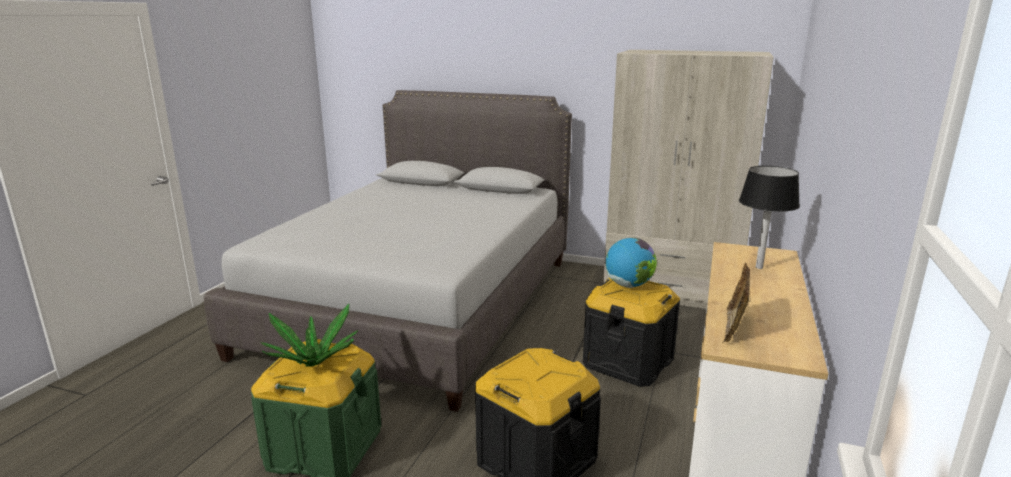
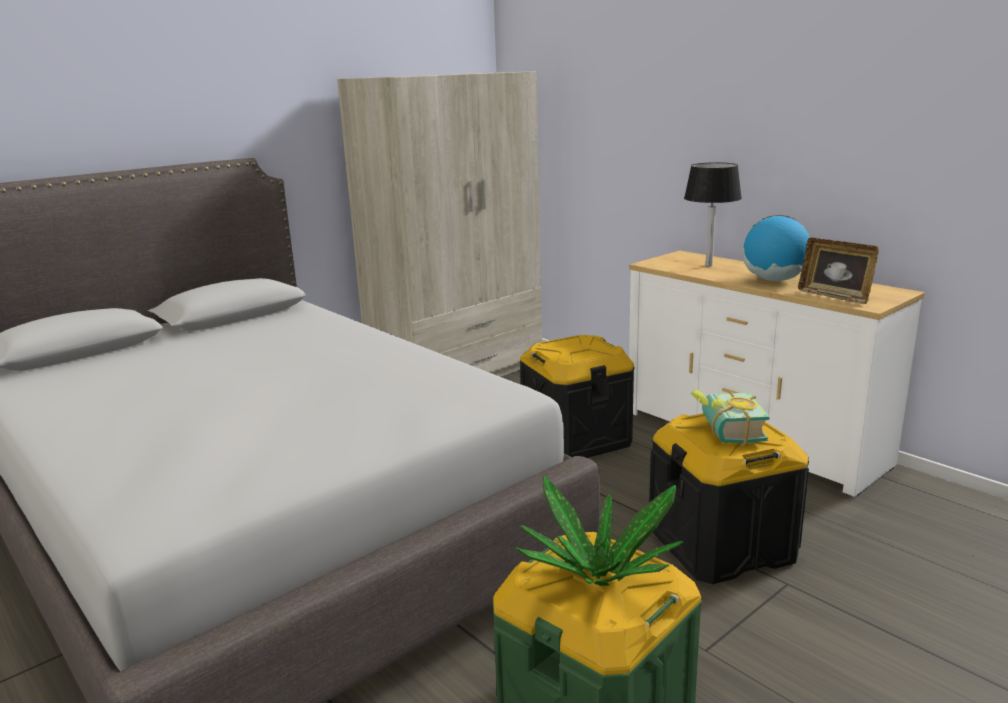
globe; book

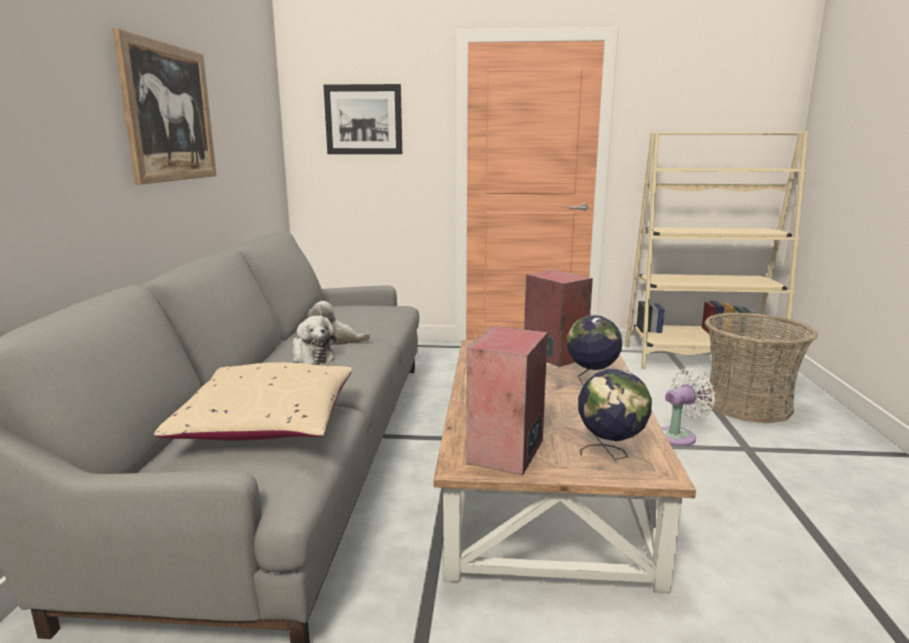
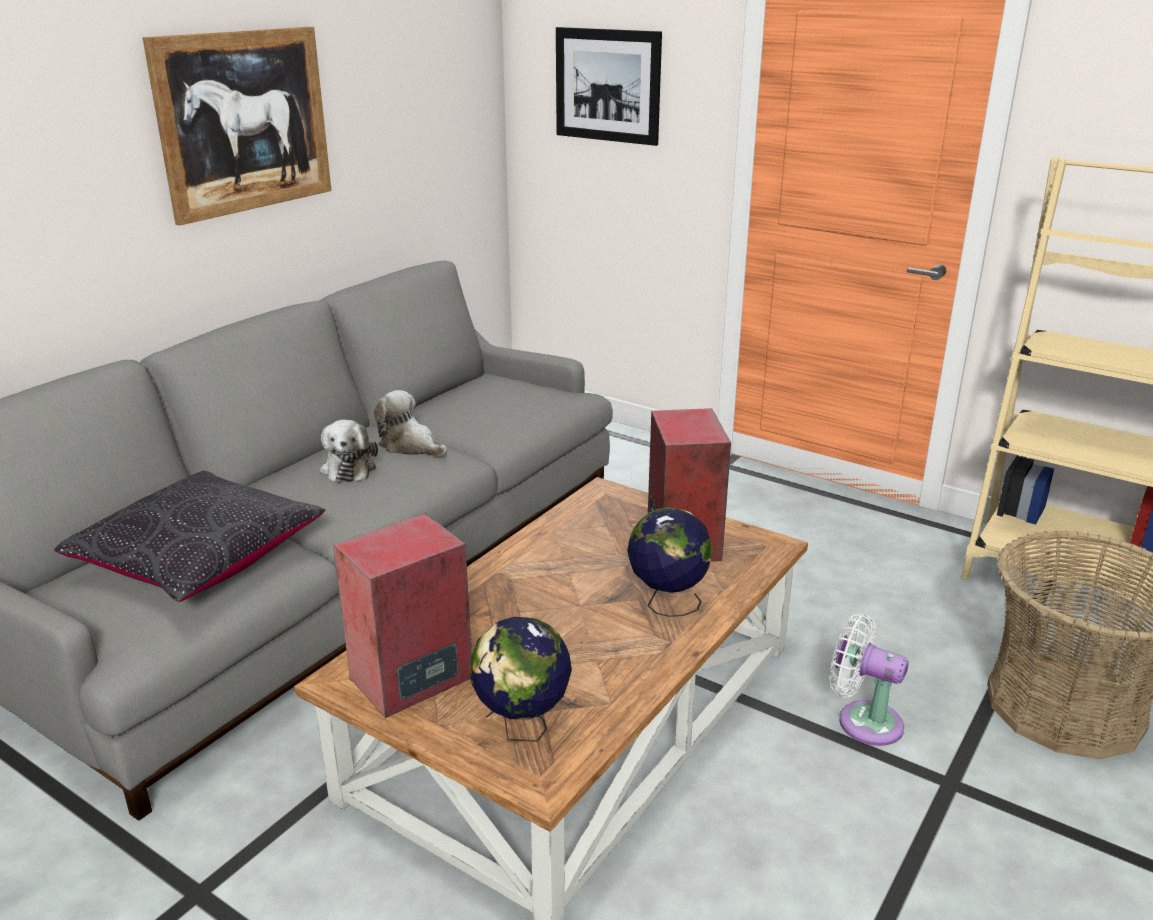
black pillow; white fan

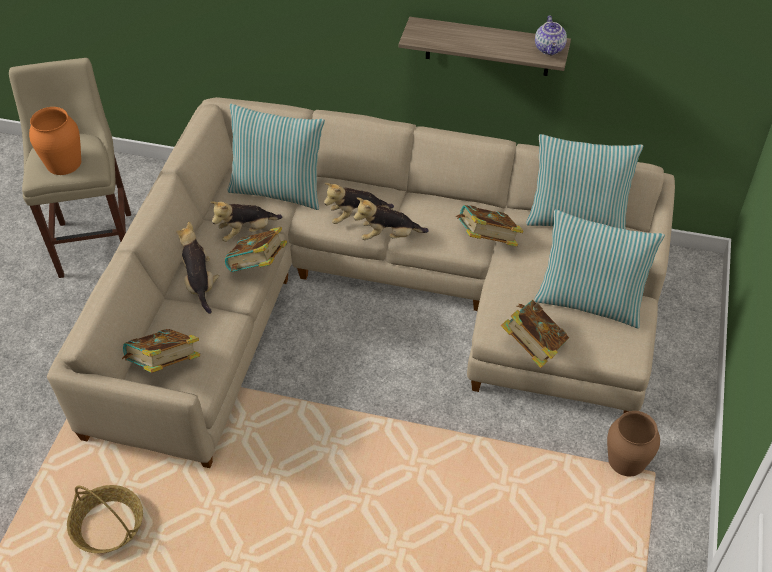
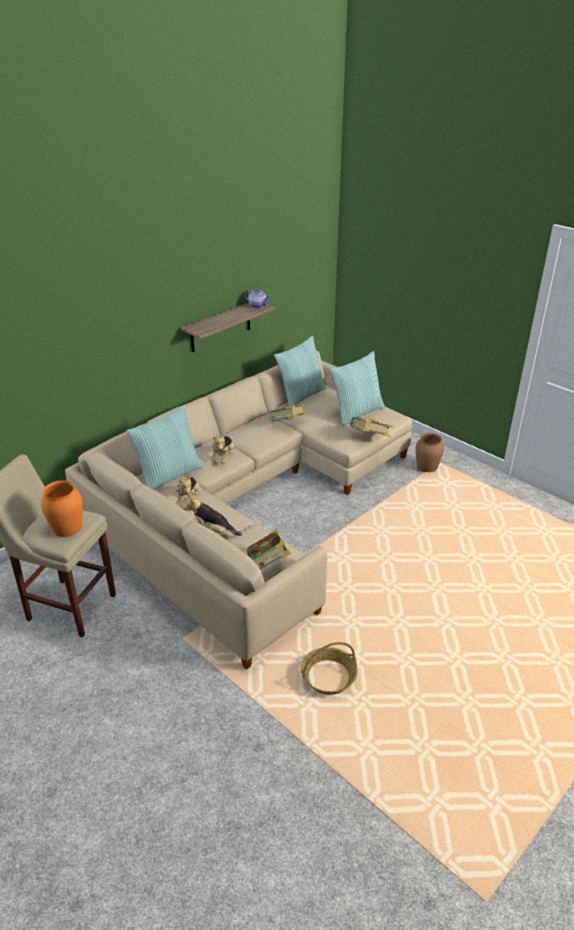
plush toy (no. 4 from left in the first image); book (no. 2 from left in the first image)

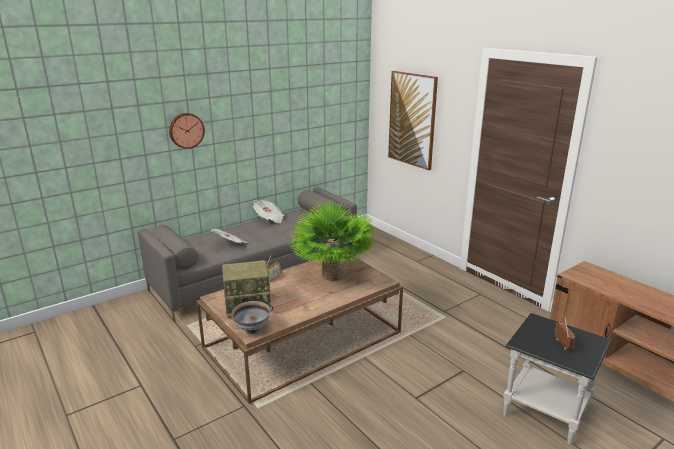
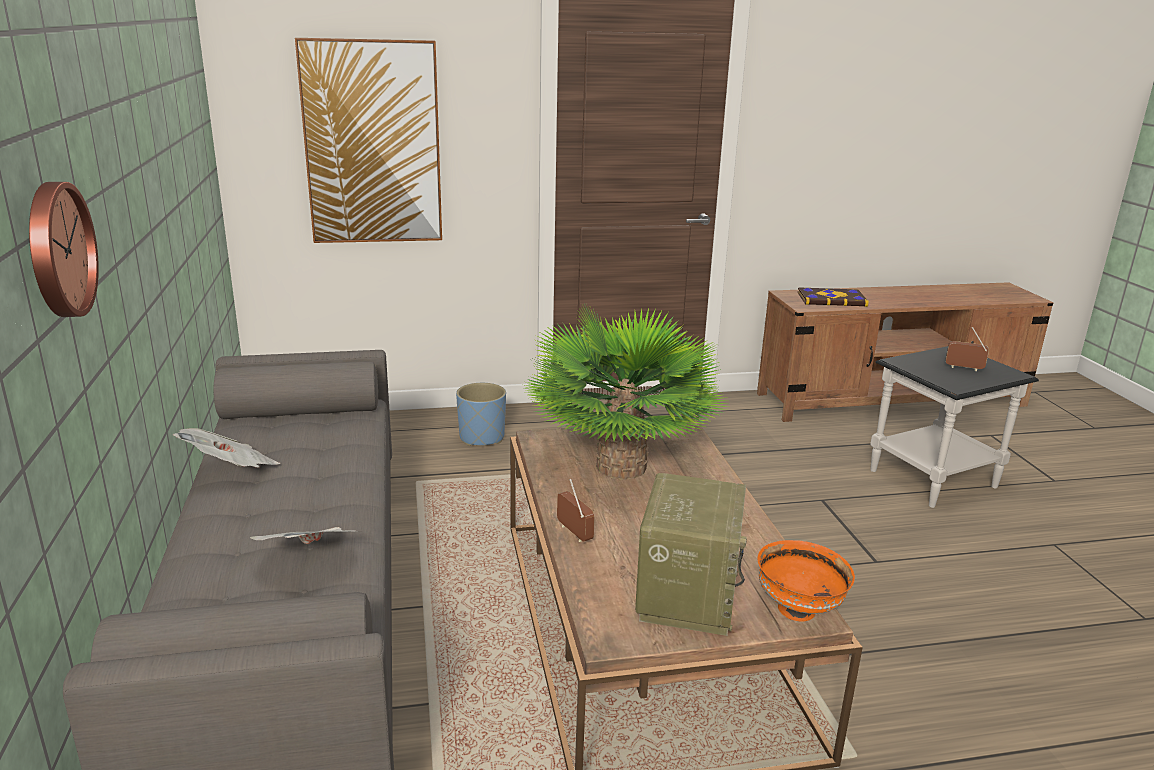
orange bowl; book; blue planter

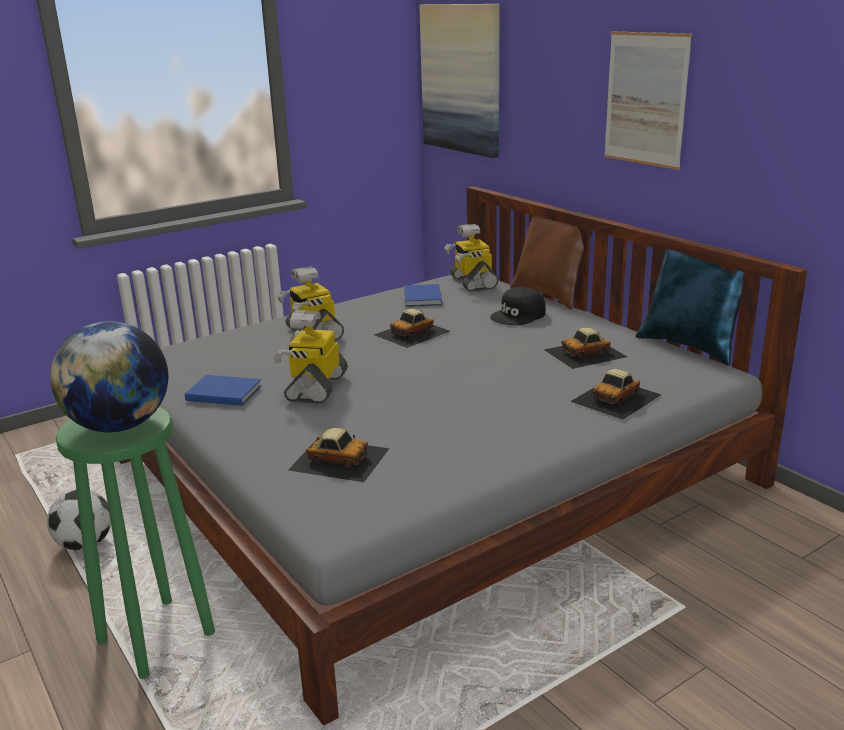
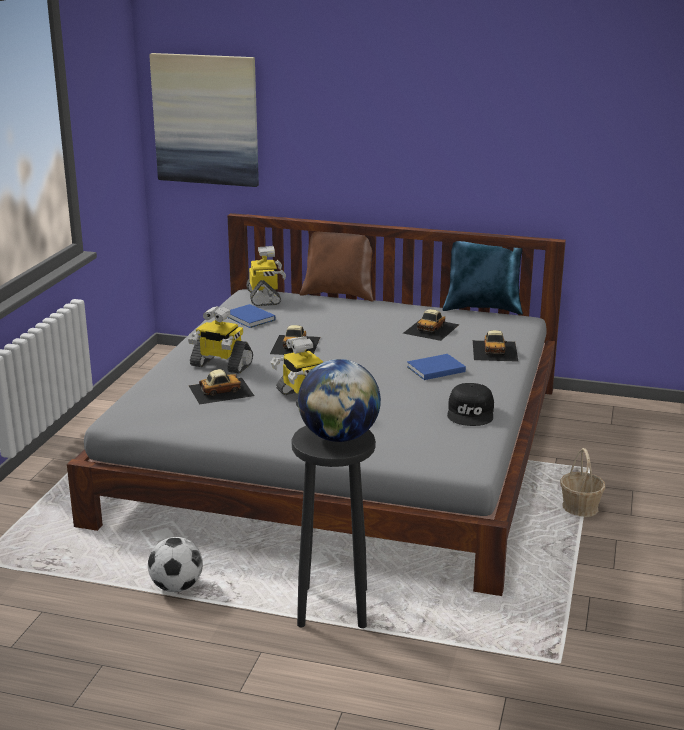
picture (no. 2 from left in the first image); toy robot (no. 2 from left); black cap; blue book (no. 2 from left); black stool; toy car (no. 1 from left); basket

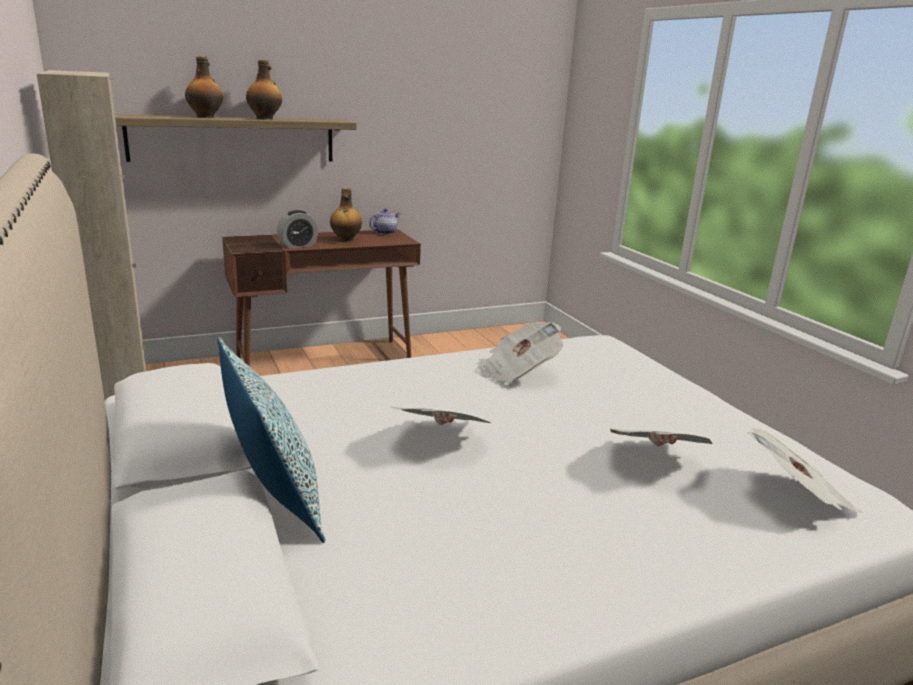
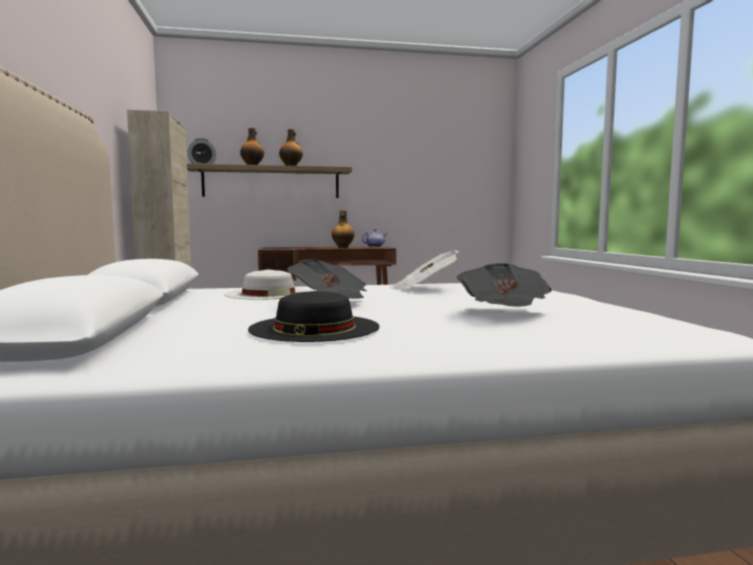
alarm clock; pillow; newspaper (no. 4 from left in the first image); white hat; black hat

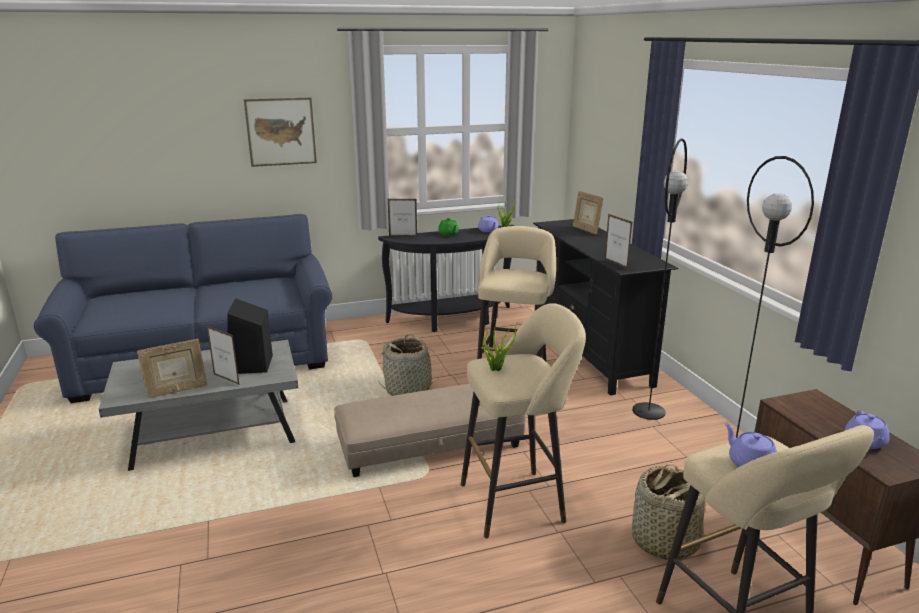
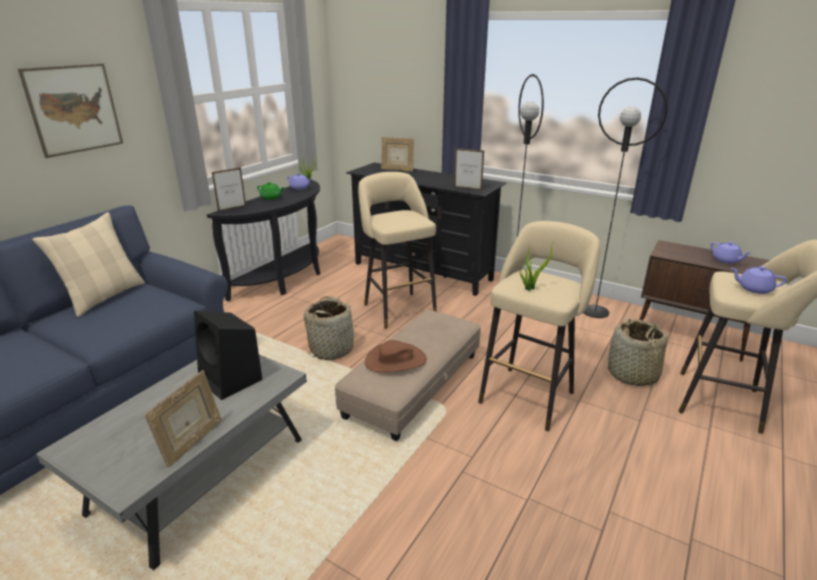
picture frame (no. 2 from left in the first image); beige pillow; brown hat

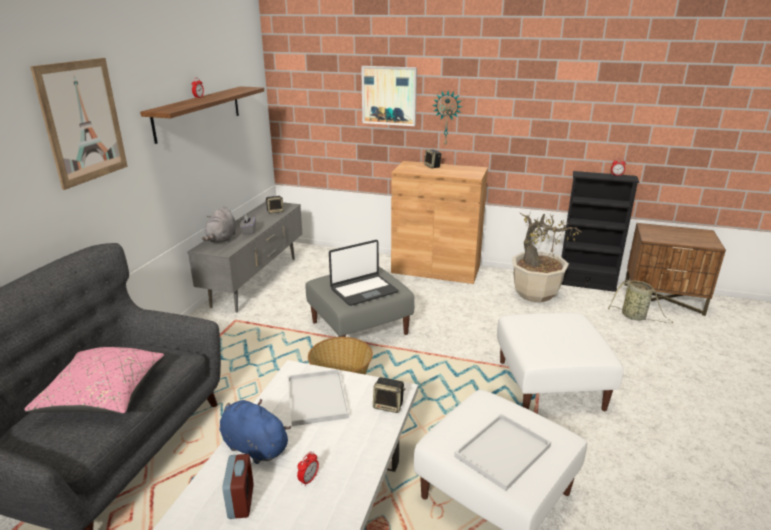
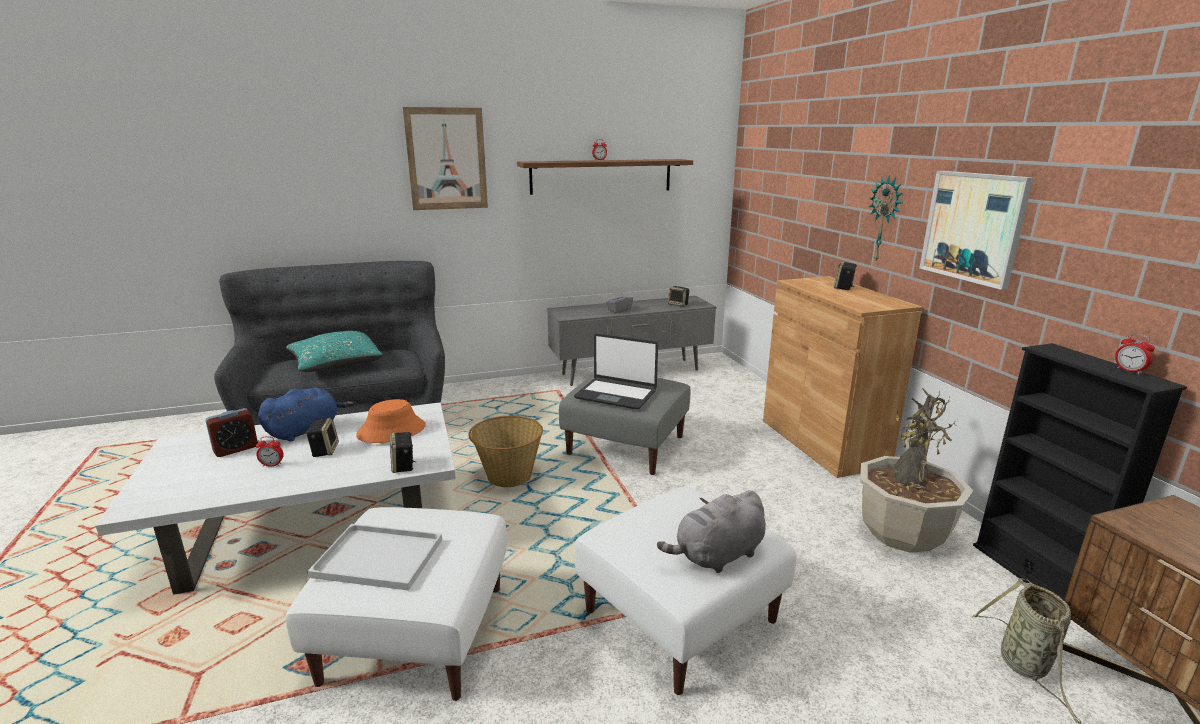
picture (no. 2 from left); grey plush toy; turquoise pillow; orange hat; blue plush toy; speaker (no. 1 from left)

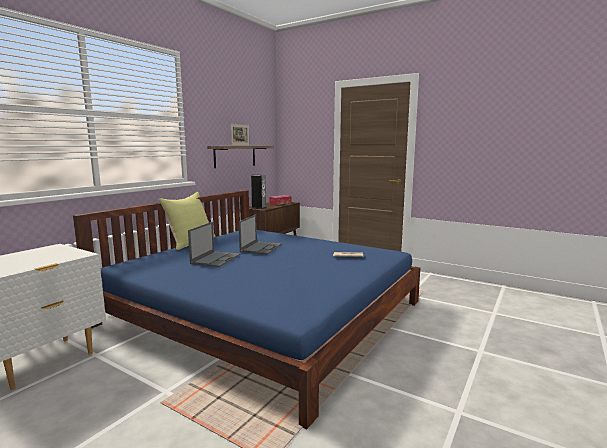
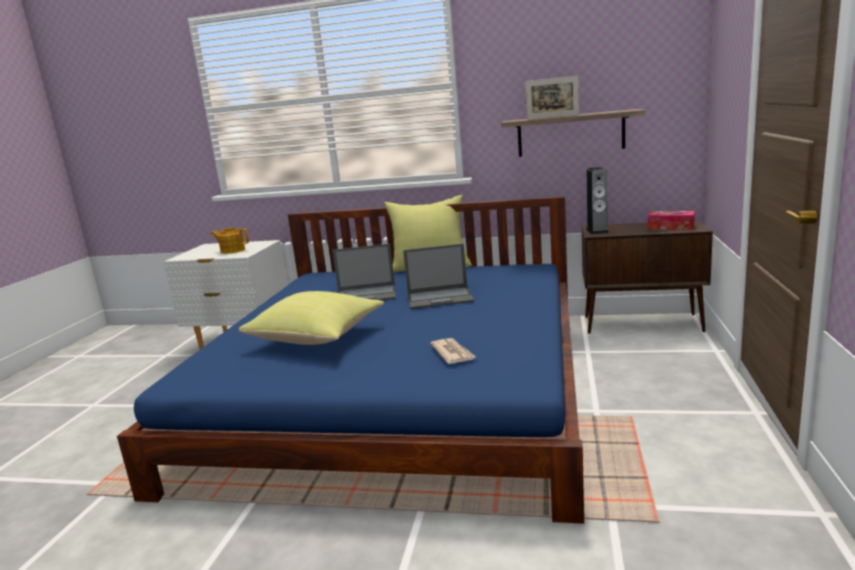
teapot; yellow pillow (no. 1 from left)

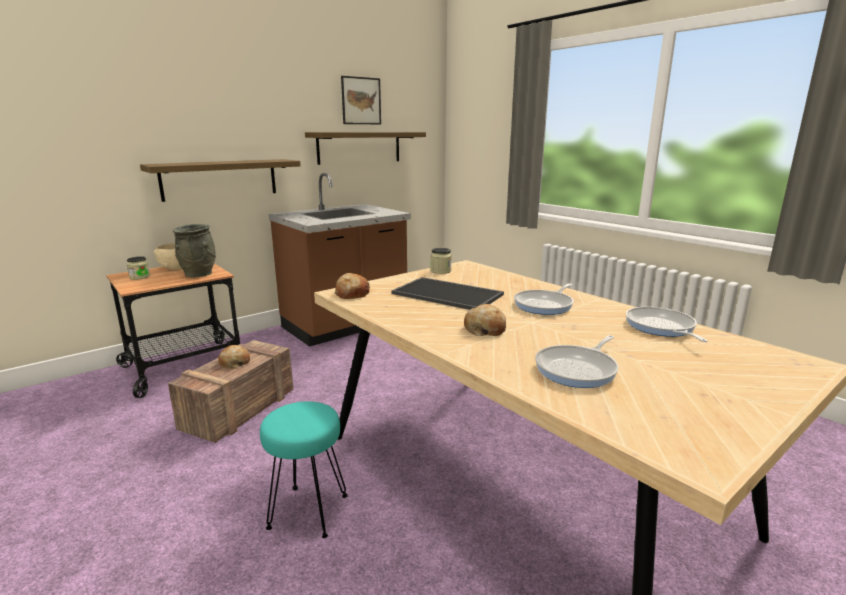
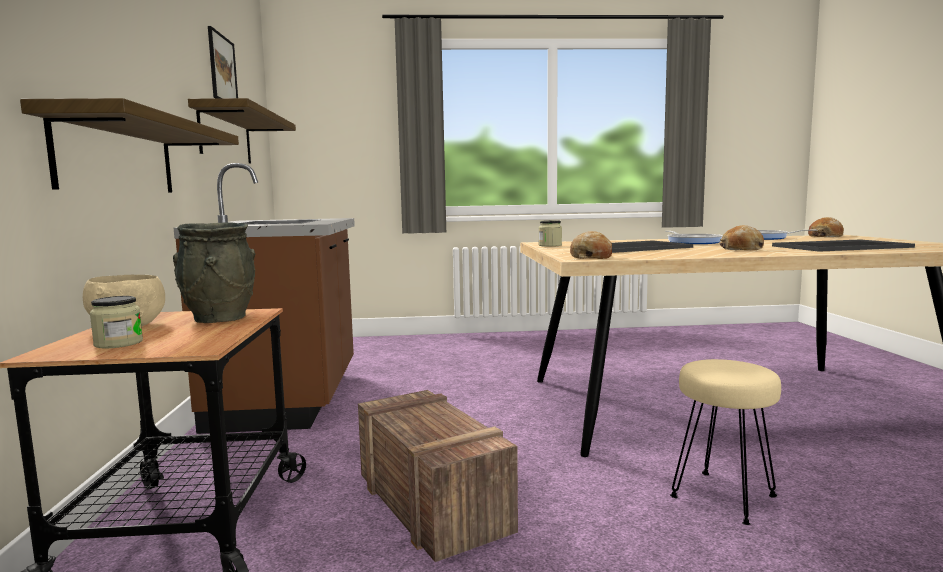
tray (no. 2 from left); bread (no. 3 from left); beige stool

